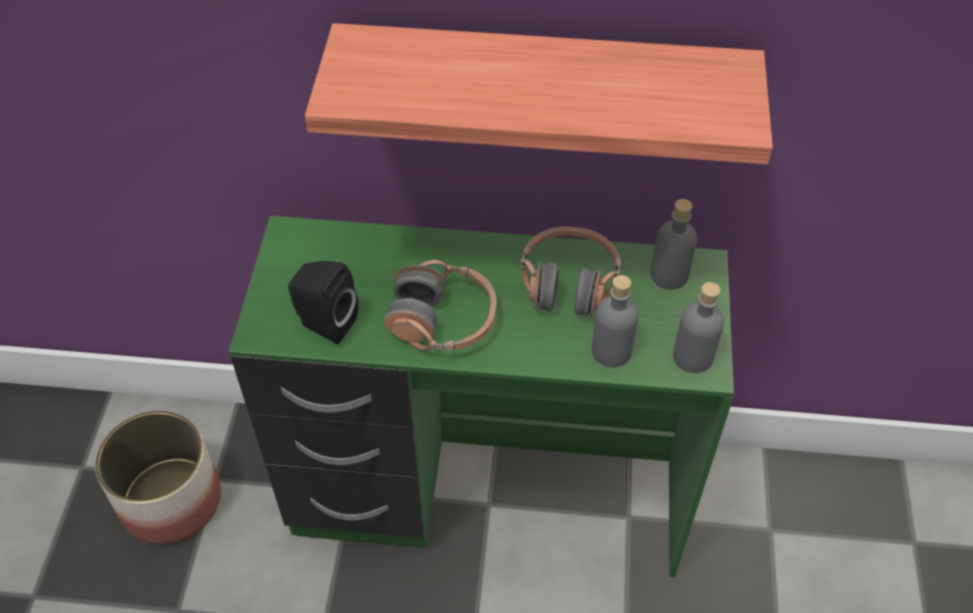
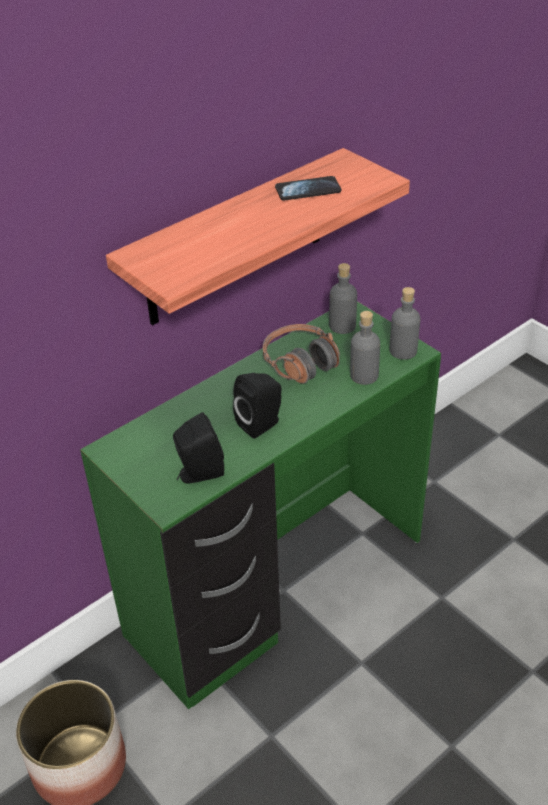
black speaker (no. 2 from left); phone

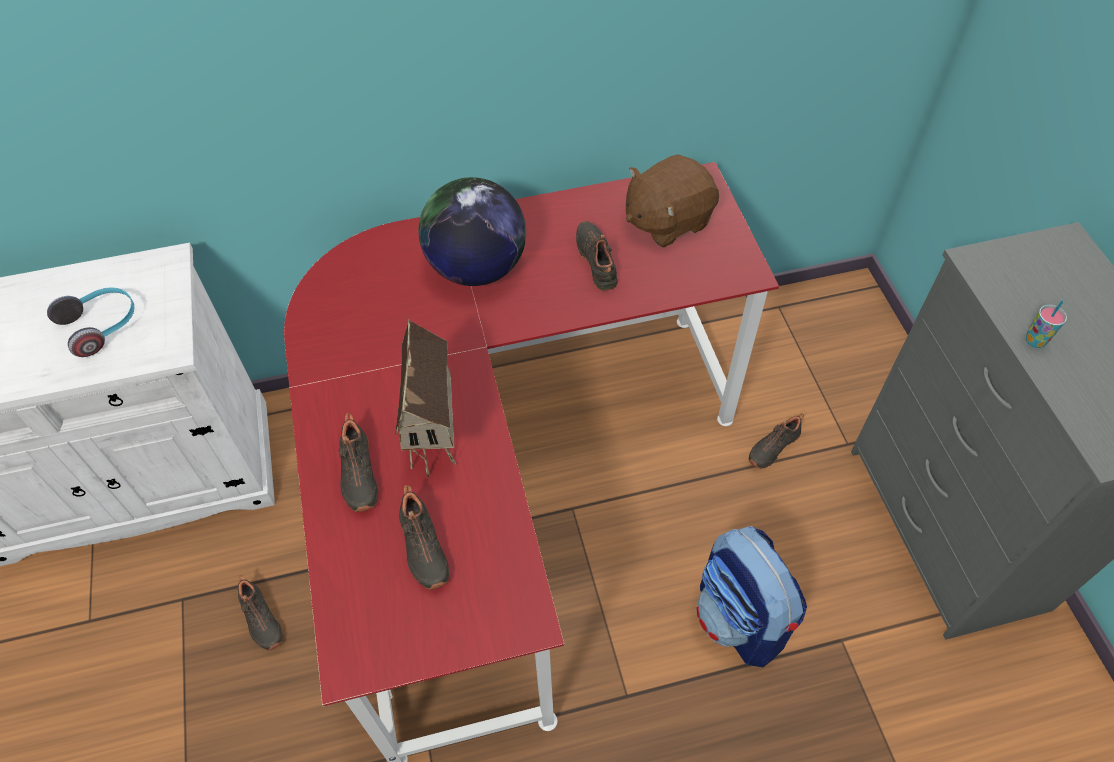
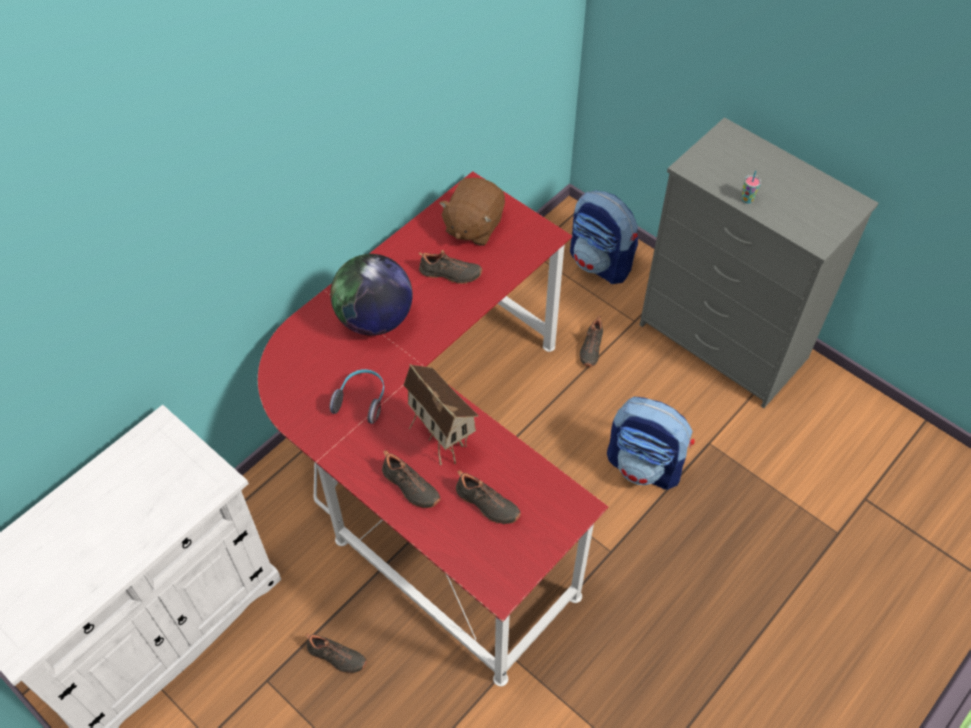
black shoe (no. 3 from left); headphones; backpack (no. 1 from left)

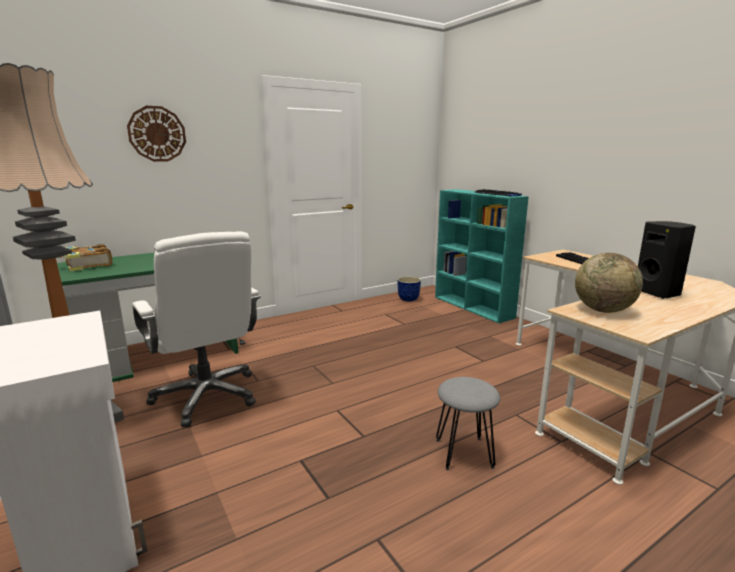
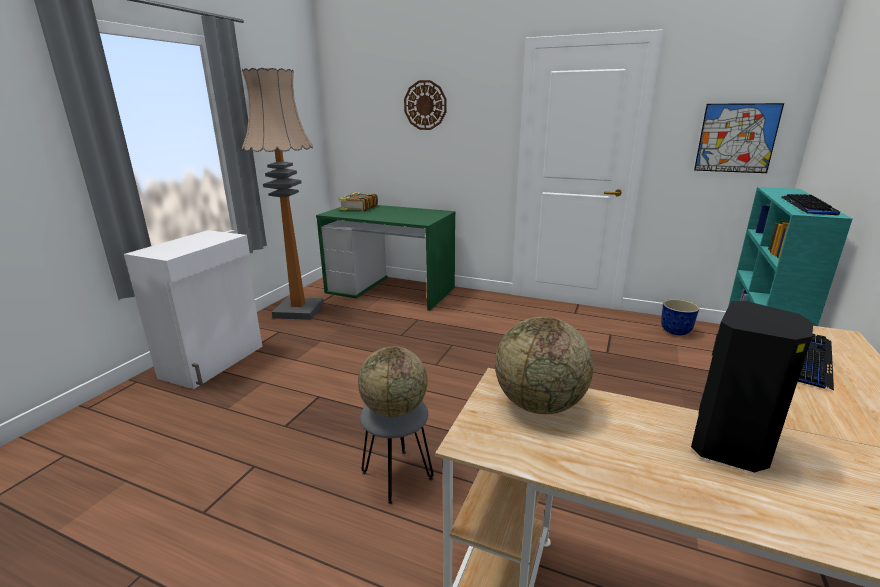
white office chair; picture; globe (no. 1 from left)

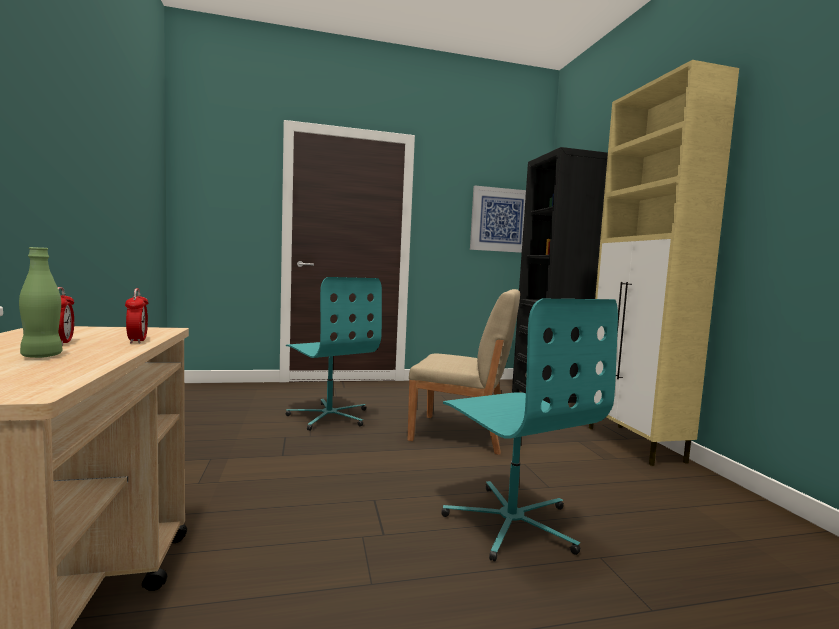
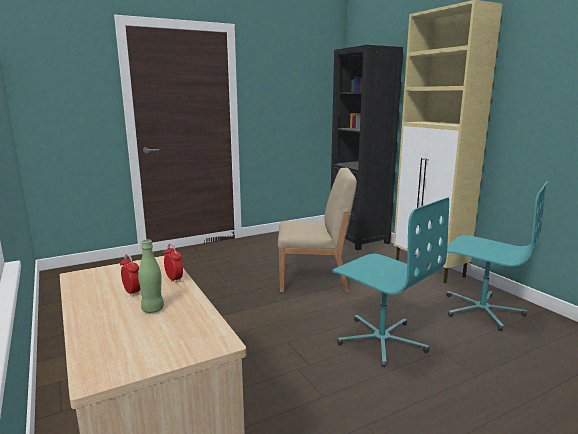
picture; turquoise office chair (no. 2 from left)

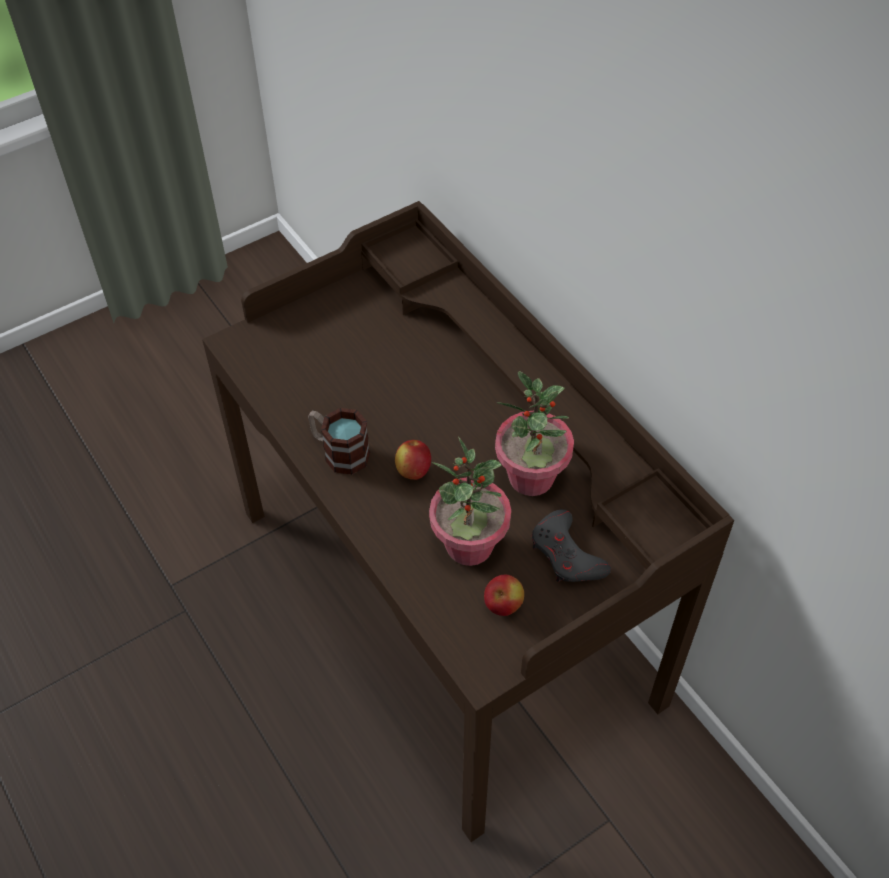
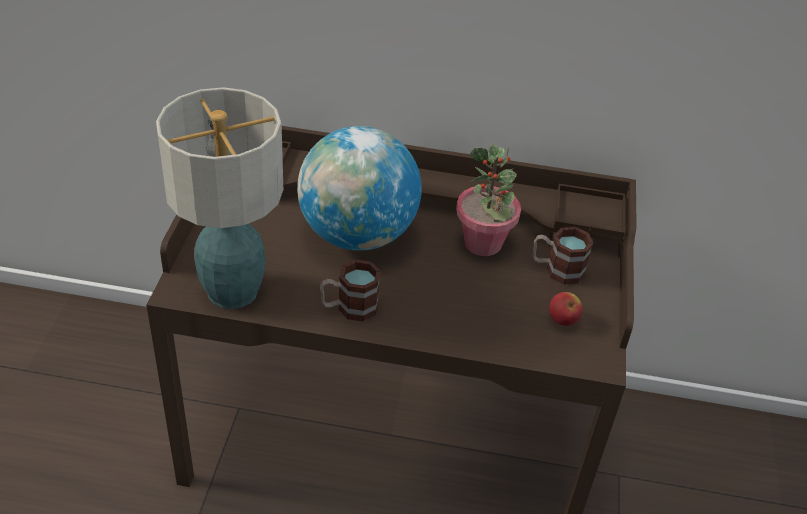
potted plant (no. 1 from left in the first image); apple (no. 1 from left in the first image); mug (no. 2 from left); table lamp; globe

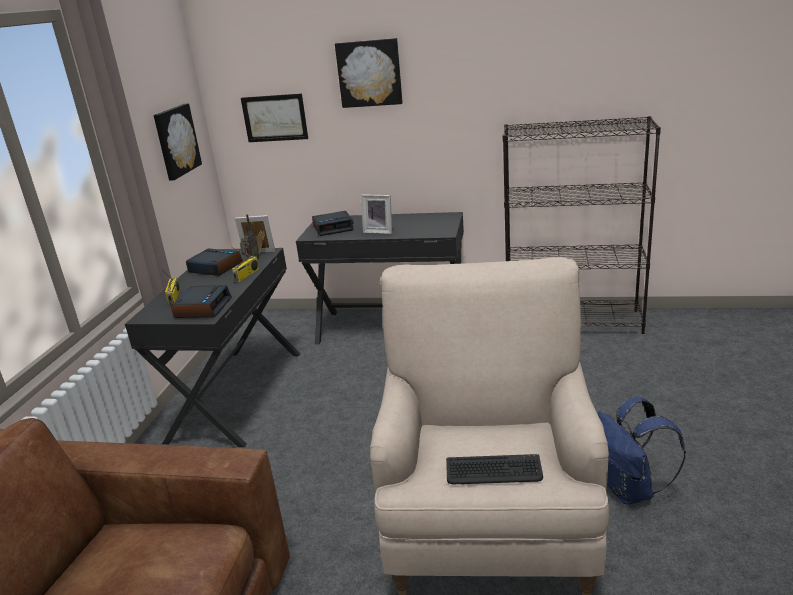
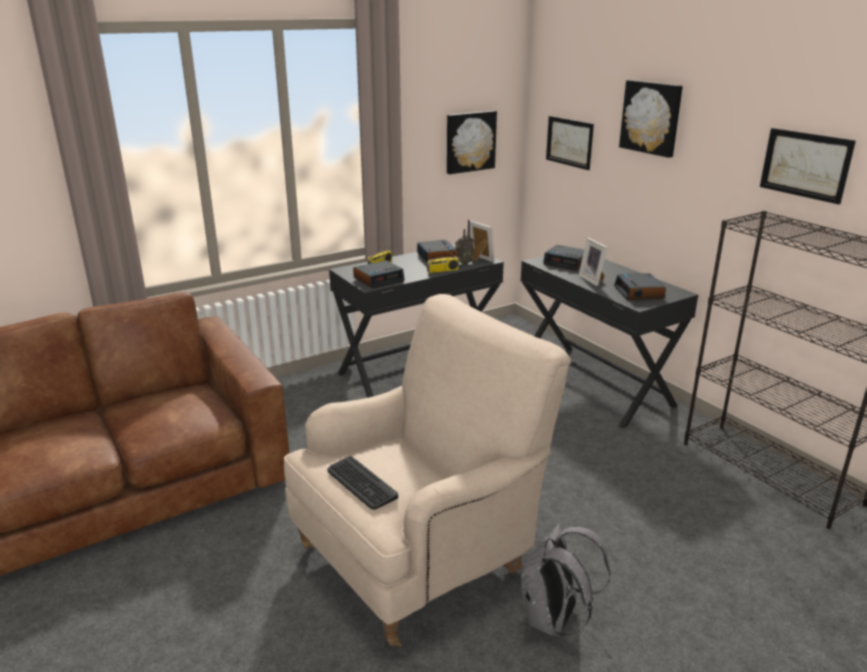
grey backpack; picture (no. 4 from left); alarm clock (no. 4 from left)

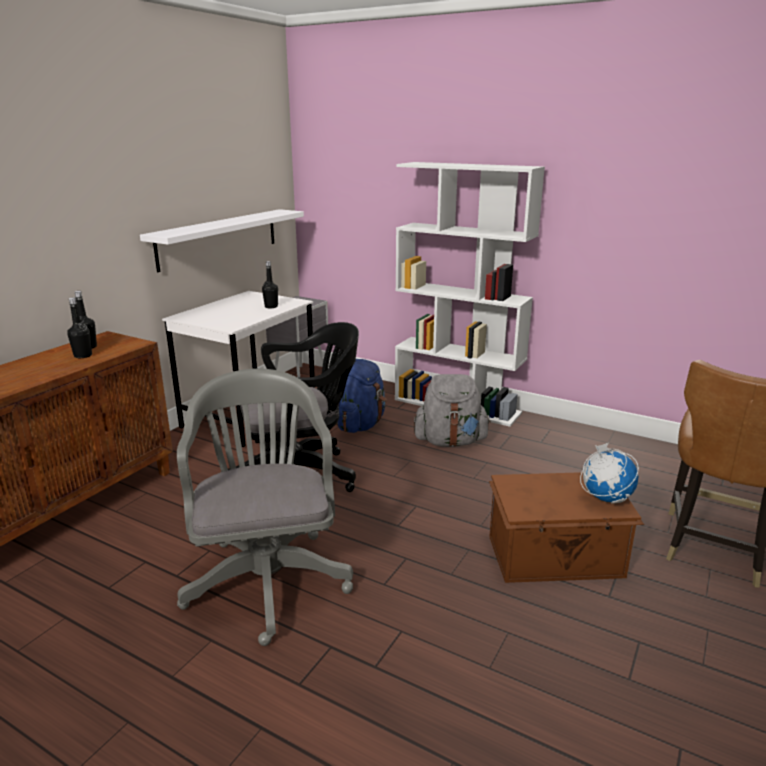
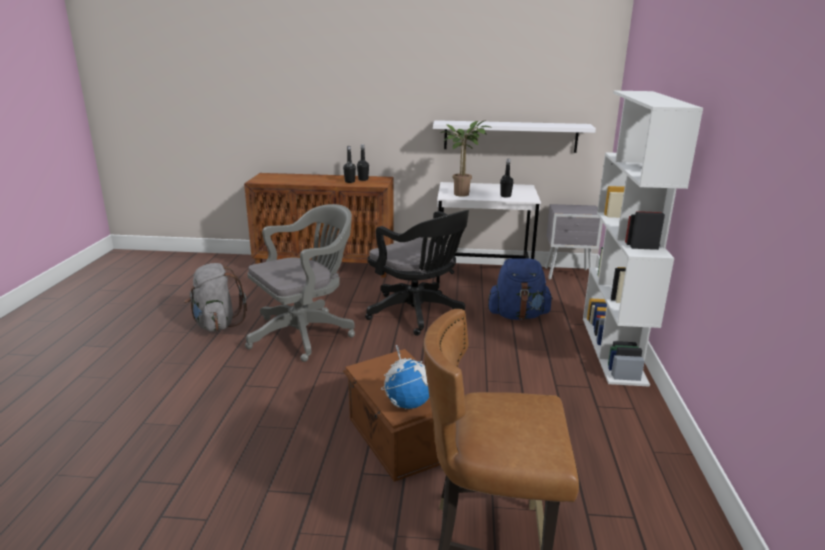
grey backpack; potted plant

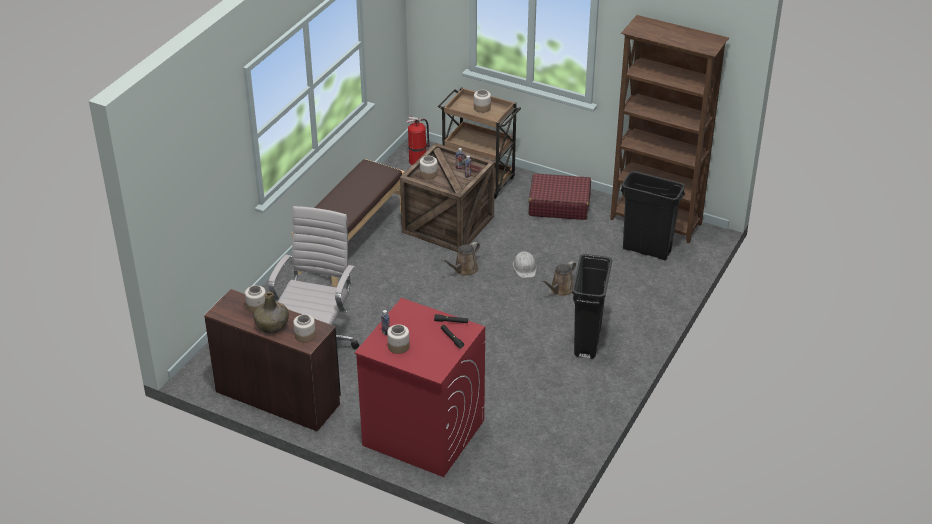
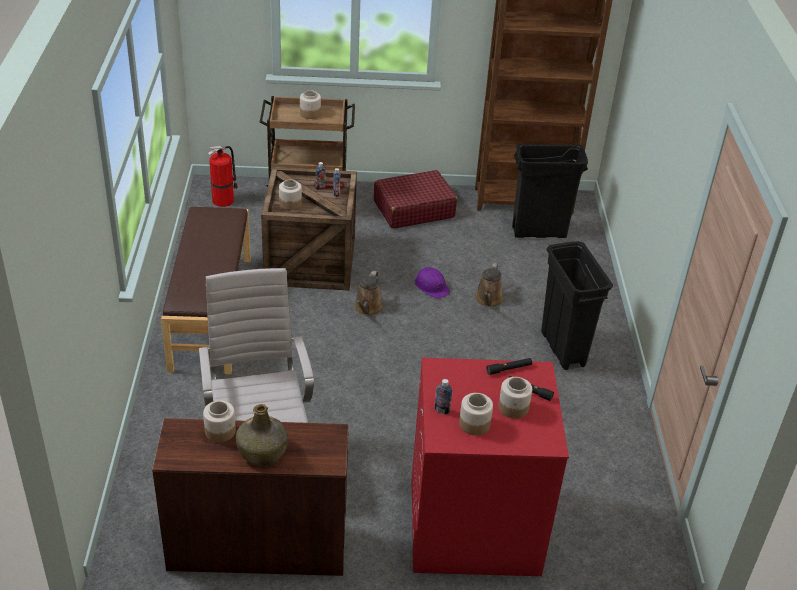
purple hard hat; jar (no. 5 from left)

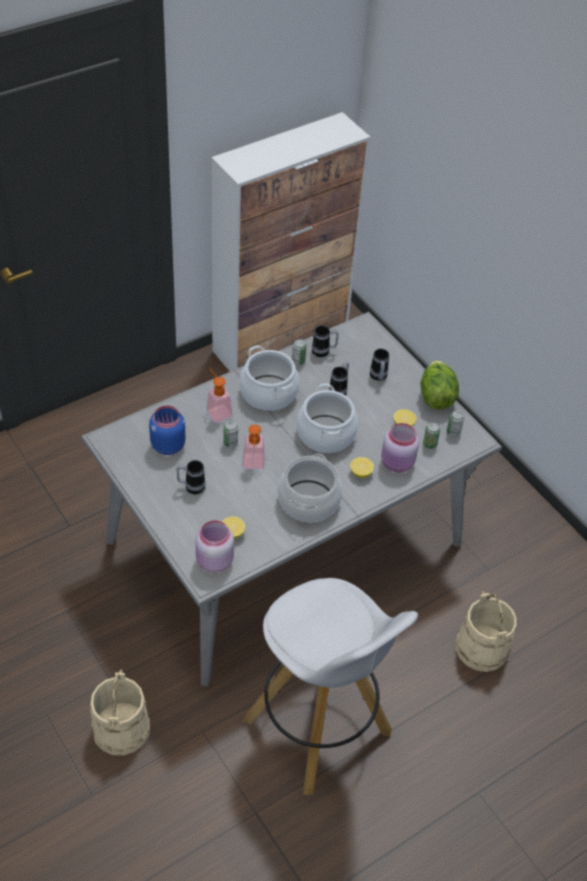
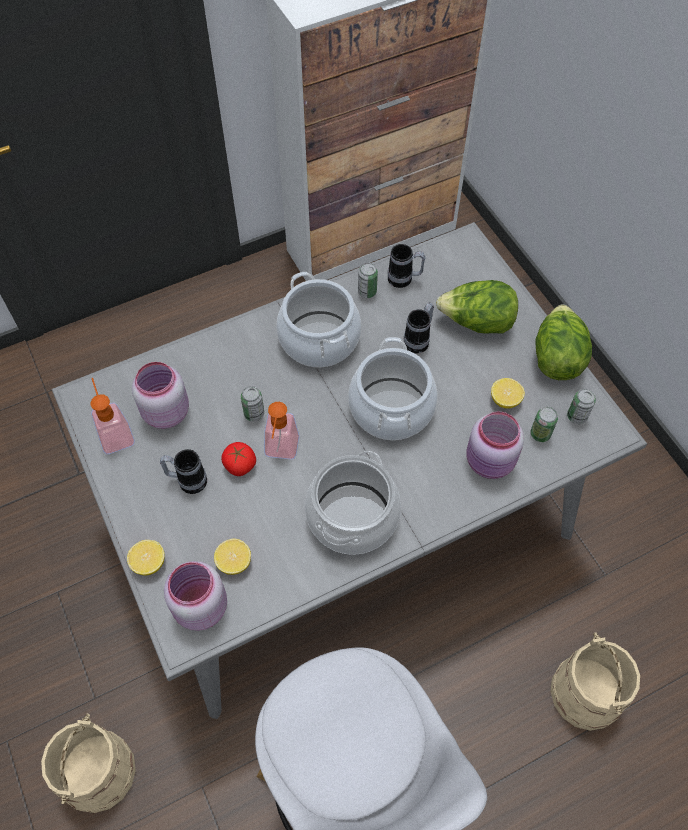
lettuce (no. 1 from left); soap dispenser (no. 1 from left); pink jar (no. 1 from left); lemon (no. 1 from left); tomato

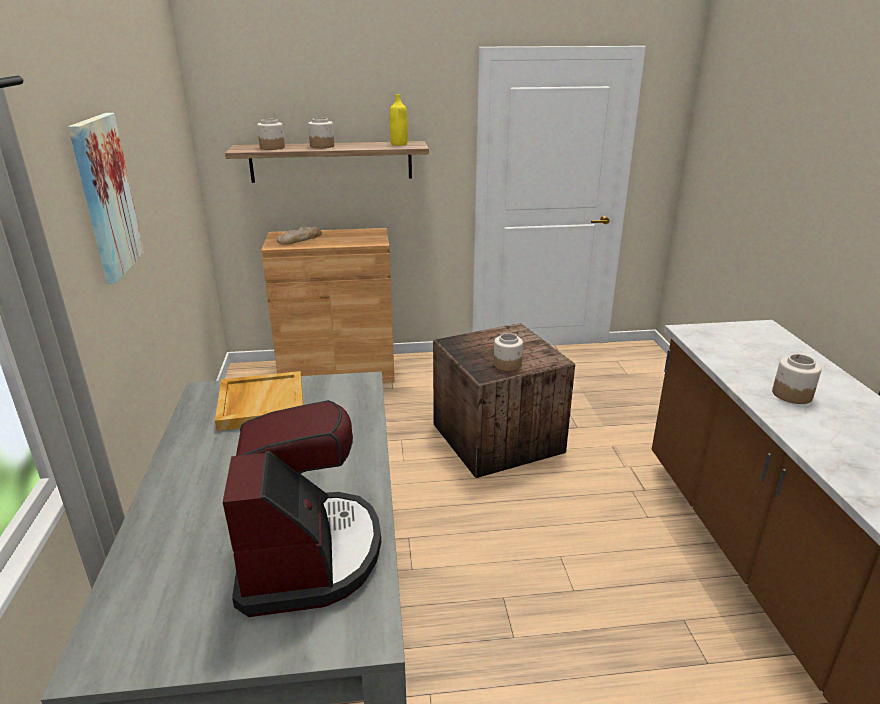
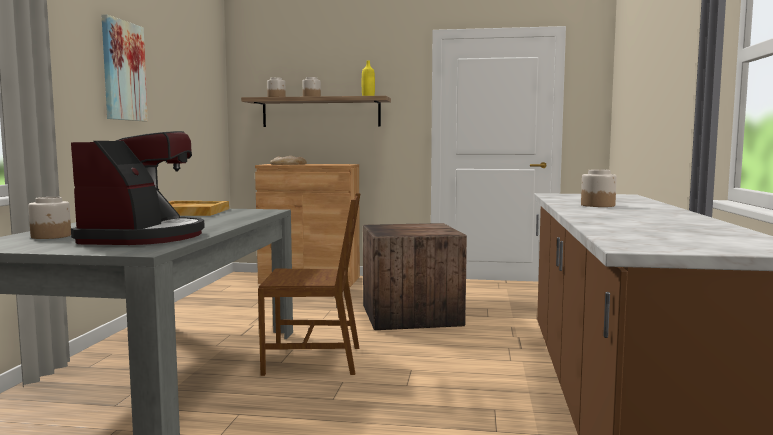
jar (no. 1 from left); brown chair

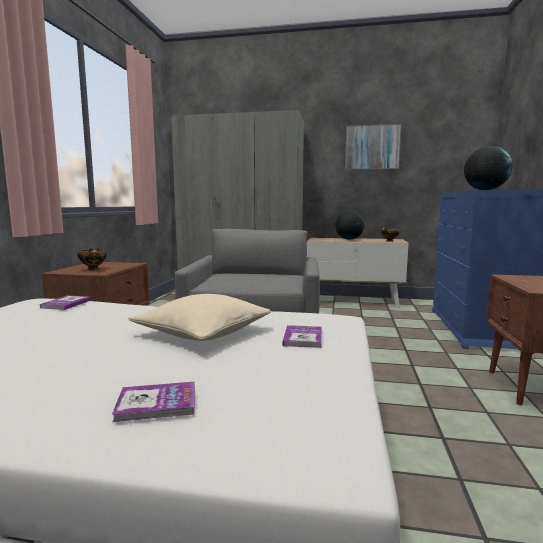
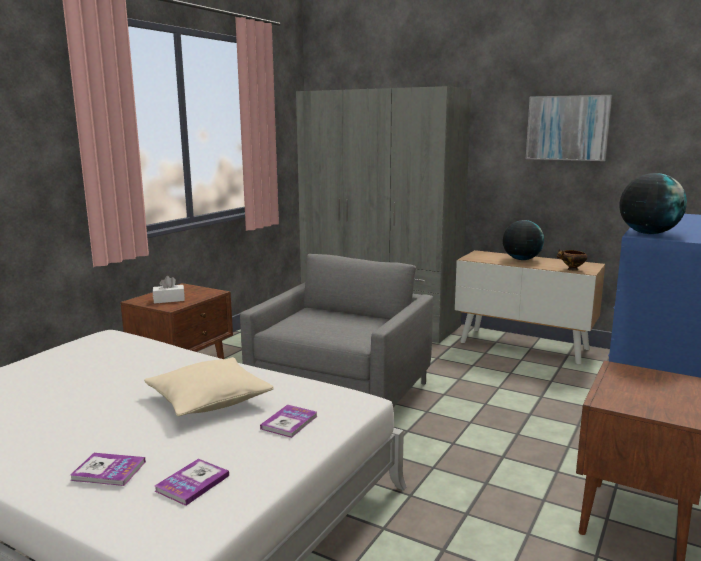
white tissue box; book (no. 2 from left)

